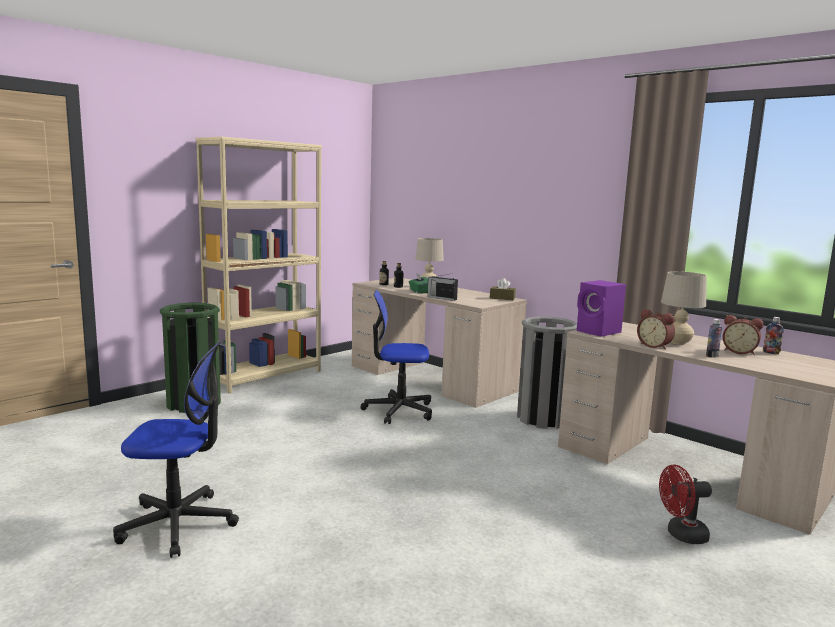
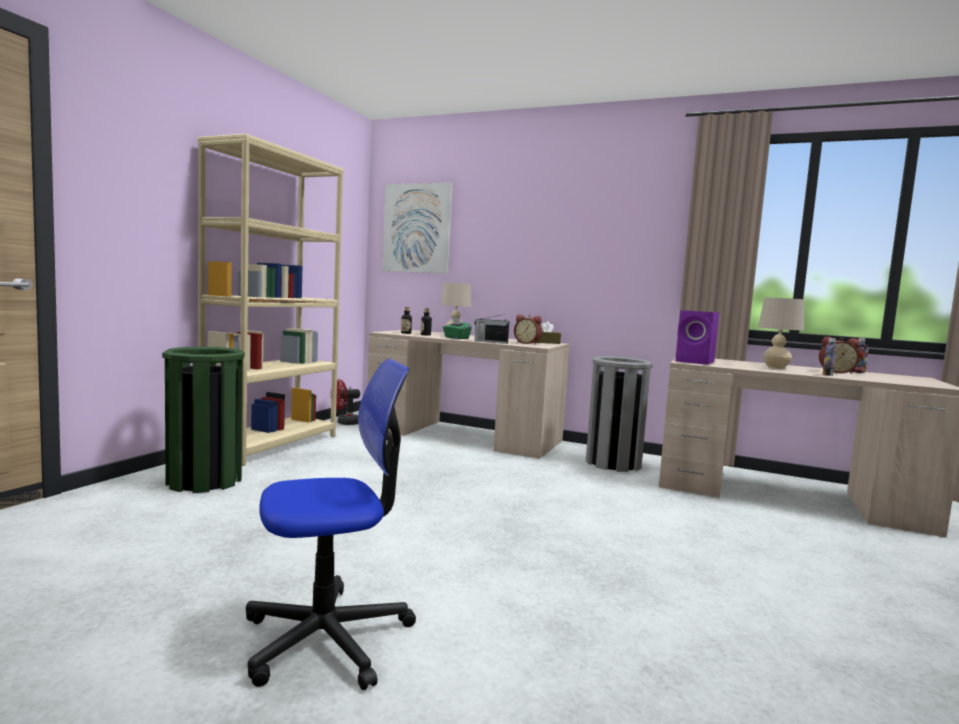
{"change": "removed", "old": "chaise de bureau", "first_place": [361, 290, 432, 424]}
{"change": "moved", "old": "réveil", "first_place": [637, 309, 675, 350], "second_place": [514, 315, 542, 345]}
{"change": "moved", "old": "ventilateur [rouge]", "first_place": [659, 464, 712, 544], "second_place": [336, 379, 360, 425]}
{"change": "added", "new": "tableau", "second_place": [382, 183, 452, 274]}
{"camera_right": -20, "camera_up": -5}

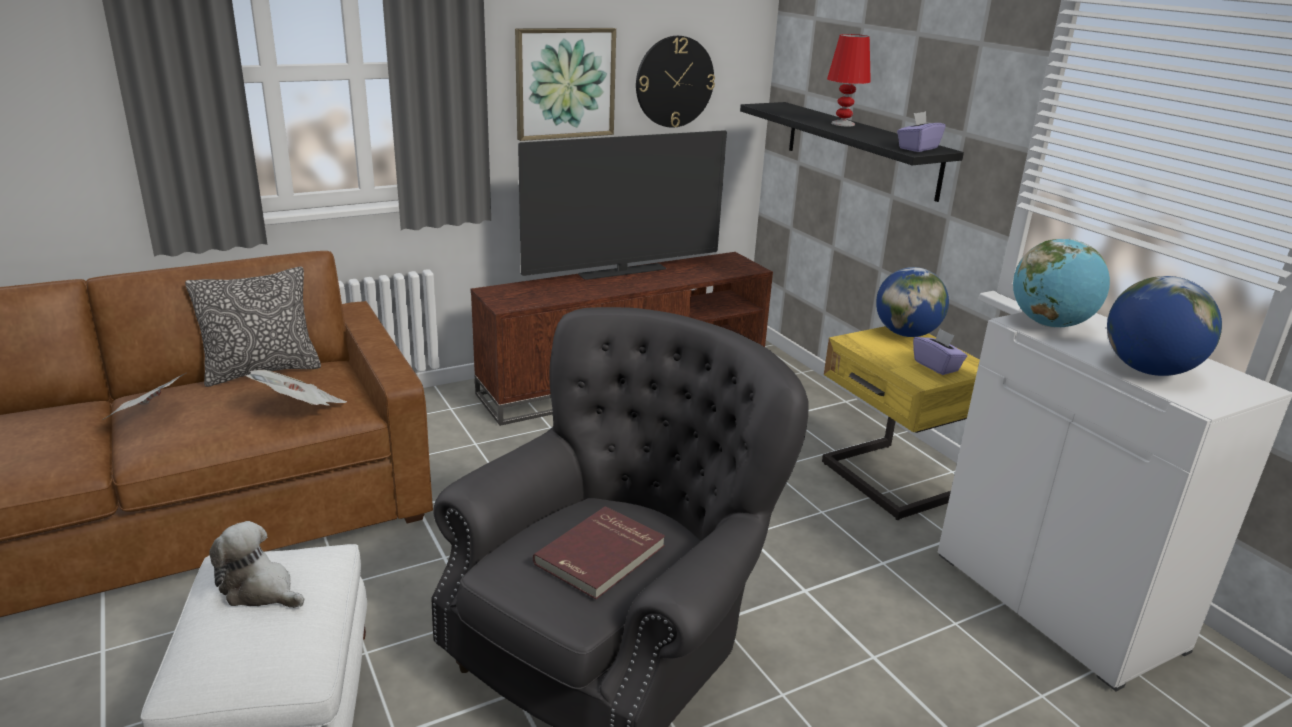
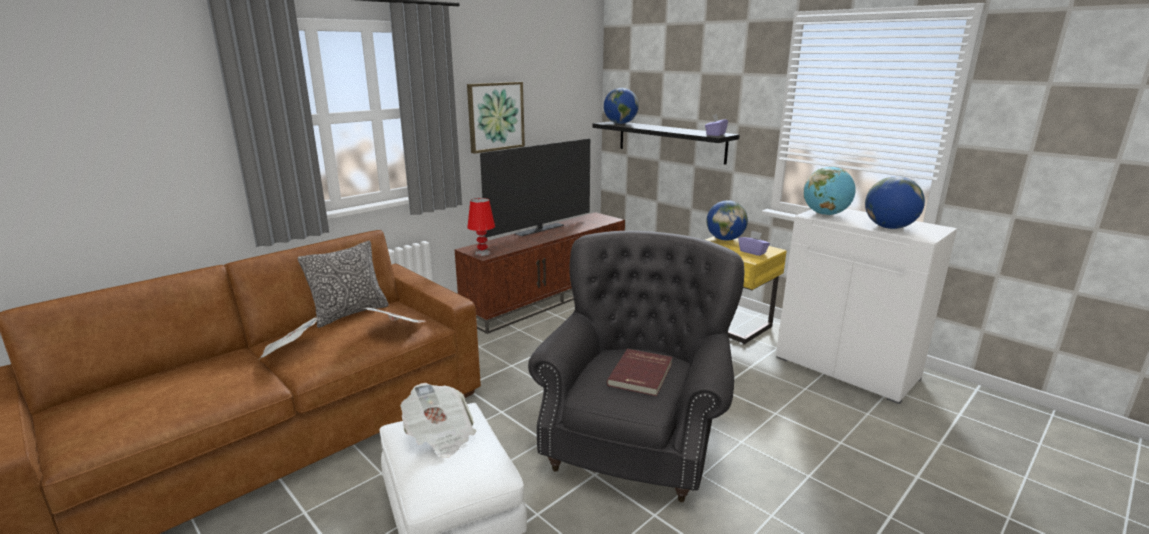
{"change": "replaced", "old": "peluche", "new": "journal", "first_place": [209, 521, 304, 608], "second_place": [400, 383, 476, 458]}
{"change": "removed", "old": "horloge murale", "first_place": [636, 36, 715, 128]}
{"change": "moved", "old": "lampe de table [rouge]", "first_place": [827, 34, 871, 127], "second_place": [467, 198, 495, 256]}
{"change": "added", "new": "globe", "second_place": [604, 88, 639, 124]}
{"camera_right": -15, "camera_up": -5}

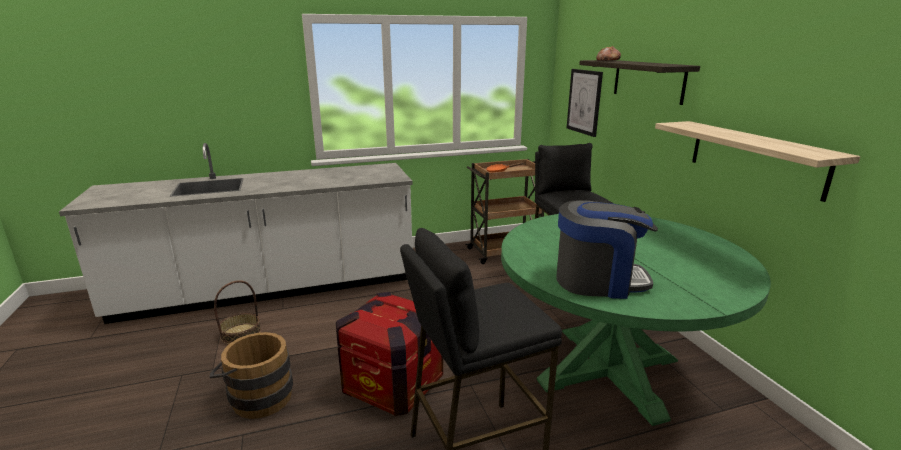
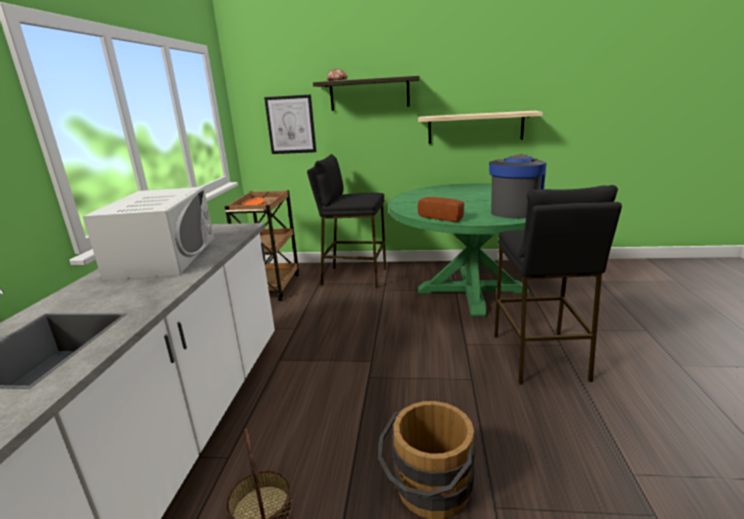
{"change": "removed", "old": "caisse", "first_place": [336, 292, 443, 416]}
{"change": "added", "new": "micro-ondes [blanc]", "second_place": [83, 187, 214, 280]}
{"change": "added", "new": "pain", "second_place": [418, 197, 464, 222]}
{"camera_right": -65, "camera_up": 0}

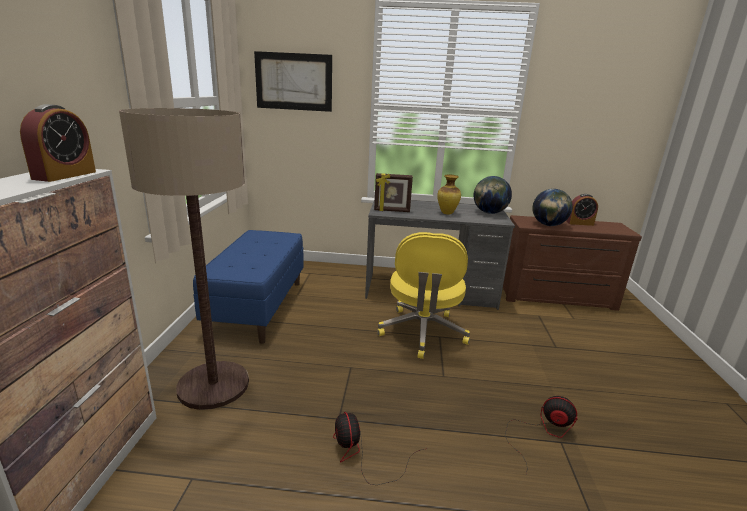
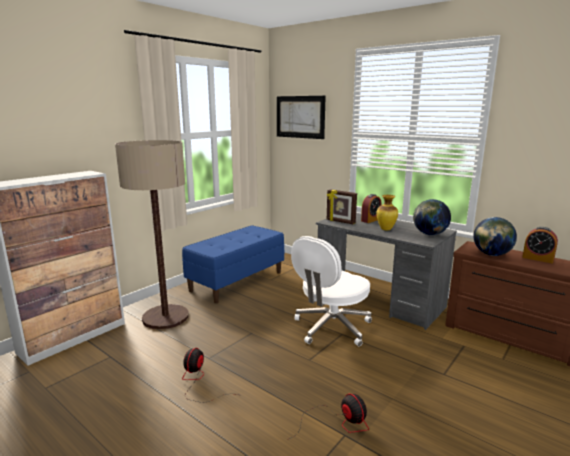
{"change": "moved", "old": "réveil", "first_place": [20, 104, 96, 182], "second_place": [361, 194, 382, 223]}
{"change": "recoloured", "old": "chaise de bureau [jaune]", "new": "chaise de bureau [blanc]", "first_place": [377, 232, 470, 359], "second_place": [291, 236, 372, 346]}
{"camera_right": 35, "camera_up": -5}

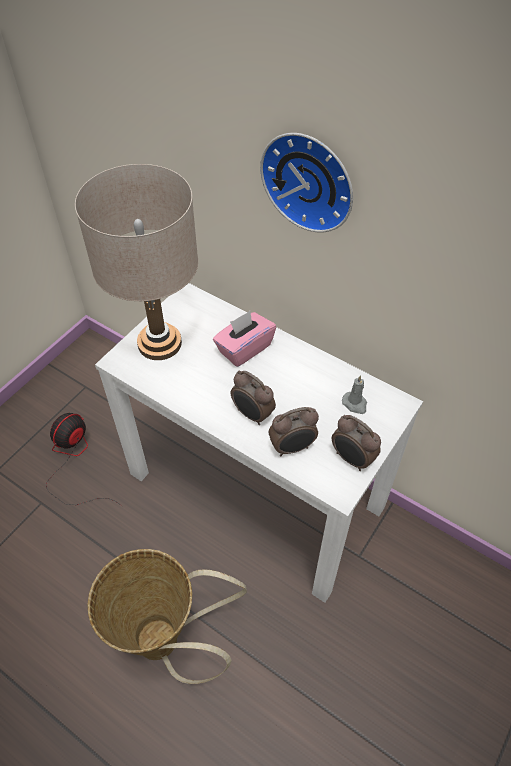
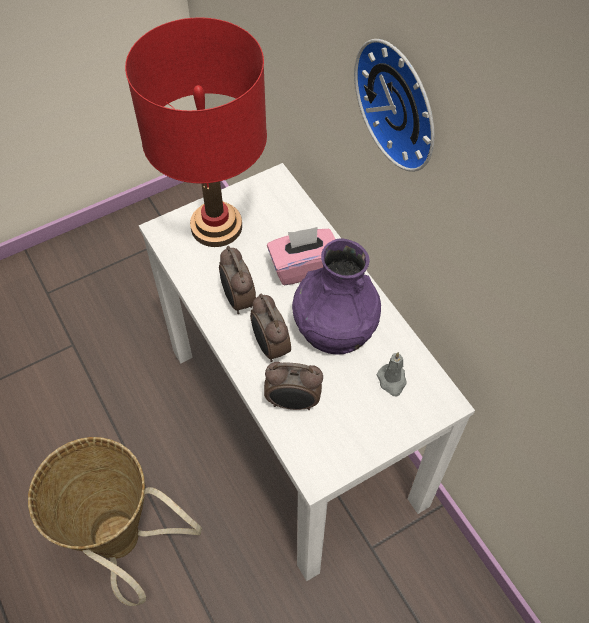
{"change": "removed", "old": "ventilateur", "first_place": [46, 413, 122, 506]}
{"change": "recoloured", "old": "lampe de table [beige]", "new": "lampe de table [rouge]", "first_place": [75, 164, 198, 360], "second_place": [125, 17, 267, 247]}
{"change": "moved", "old": "réveil", "first_place": [332, 415, 381, 471], "second_place": [219, 246, 256, 314]}
{"change": "added", "new": "vase [violet]", "second_place": [292, 238, 381, 355]}
{"camera_right": 25, "camera_up": 5}

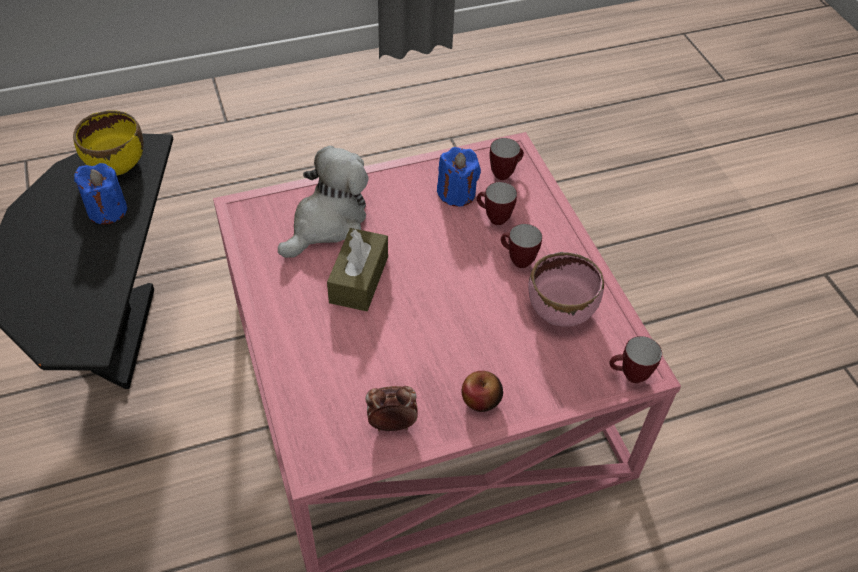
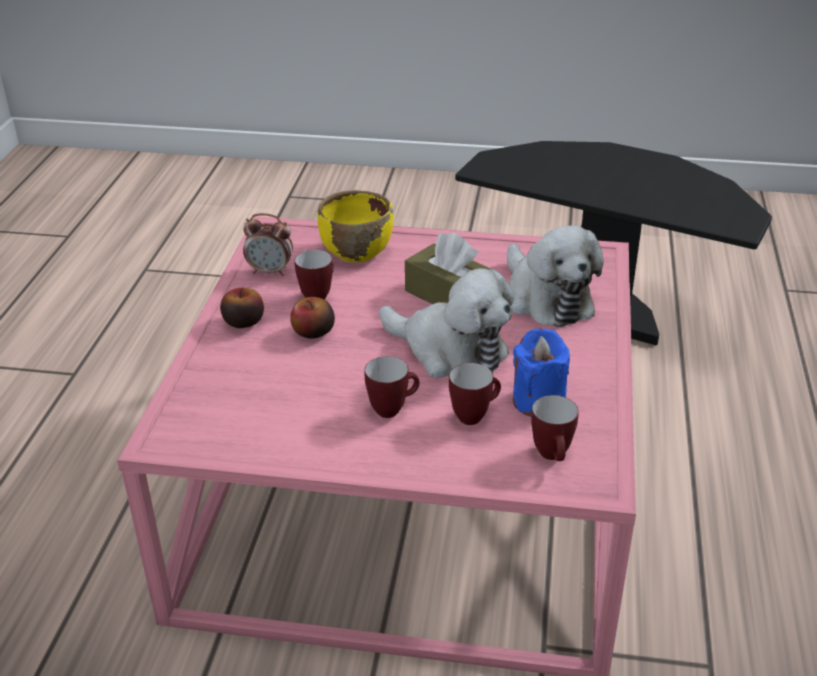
{"change": "moved", "old": "bol [jaune]", "first_place": [73, 111, 143, 176], "second_place": [318, 190, 393, 263]}
{"change": "removed", "old": "bougie [bleu]", "first_place": [74, 163, 127, 224]}
{"change": "turned", "old": "réveil", "first_place": [365, 386, 418, 431], "second_place": [243, 213, 293, 276], "degrees": 75}
{"change": "removed", "old": "bol [rose]", "first_place": [528, 252, 604, 327]}
{"change": "moved", "old": "mug", "first_place": [610, 336, 662, 383], "second_place": [295, 250, 334, 300]}
{"change": "added", "new": "pomme", "second_place": [290, 297, 335, 339]}
{"change": "added", "new": "peluche", "second_place": [379, 268, 514, 378]}
{"camera_right": 120, "camera_up": -15}

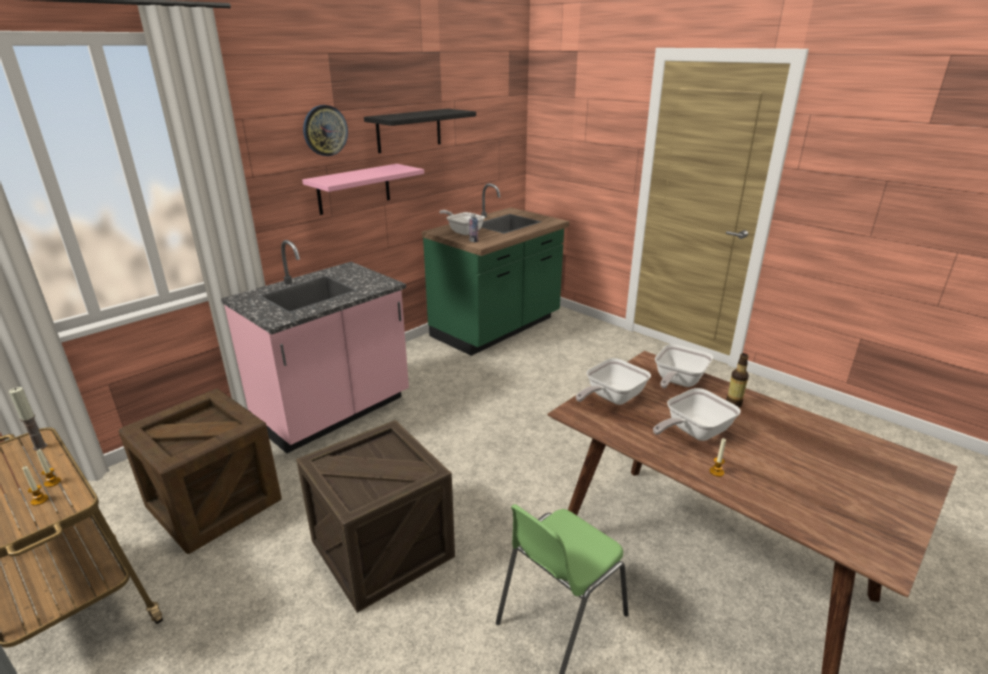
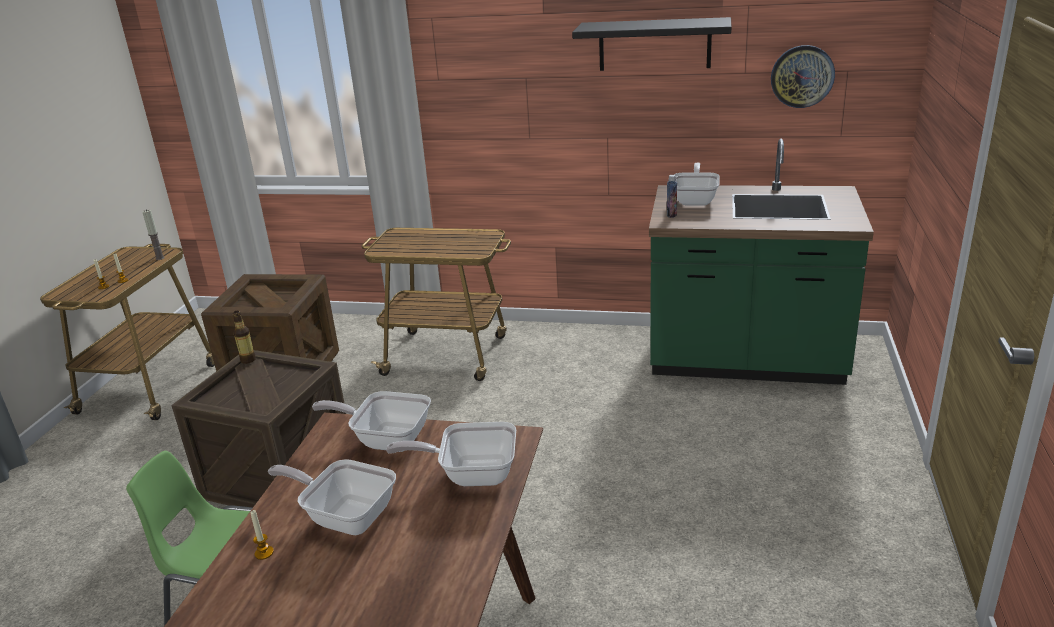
{"change": "replaced", "old": "comptoir de cuisine [rose]", "new": "chariot", "first_place": [221, 240, 409, 454], "second_place": [362, 228, 511, 381]}
{"change": "removed", "old": "étagère [rose]", "first_place": [302, 164, 424, 215]}
{"change": "moved", "old": "horloge murale", "first_place": [303, 105, 348, 156], "second_place": [771, 45, 835, 108]}
{"change": "moved", "old": "bouteille", "first_place": [726, 353, 749, 407], "second_place": [233, 311, 256, 364]}
{"camera_right": 60, "camera_up": 0}

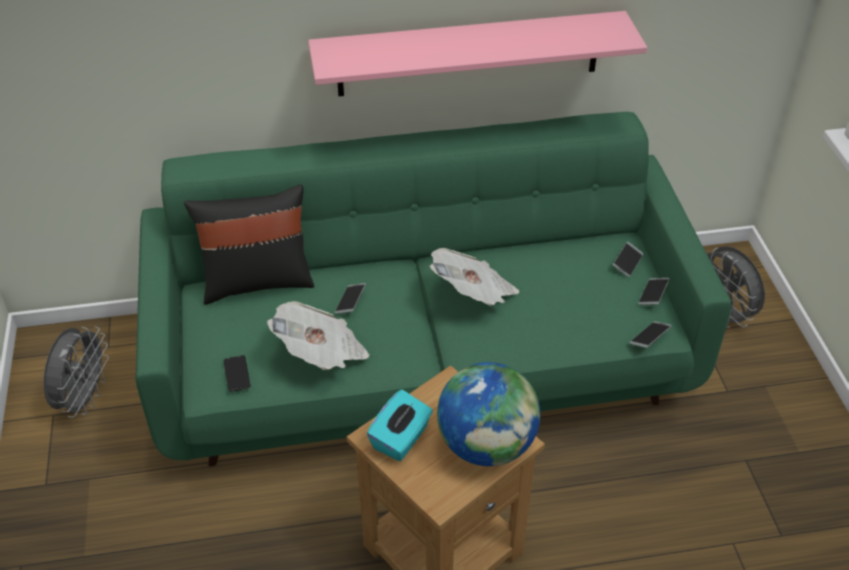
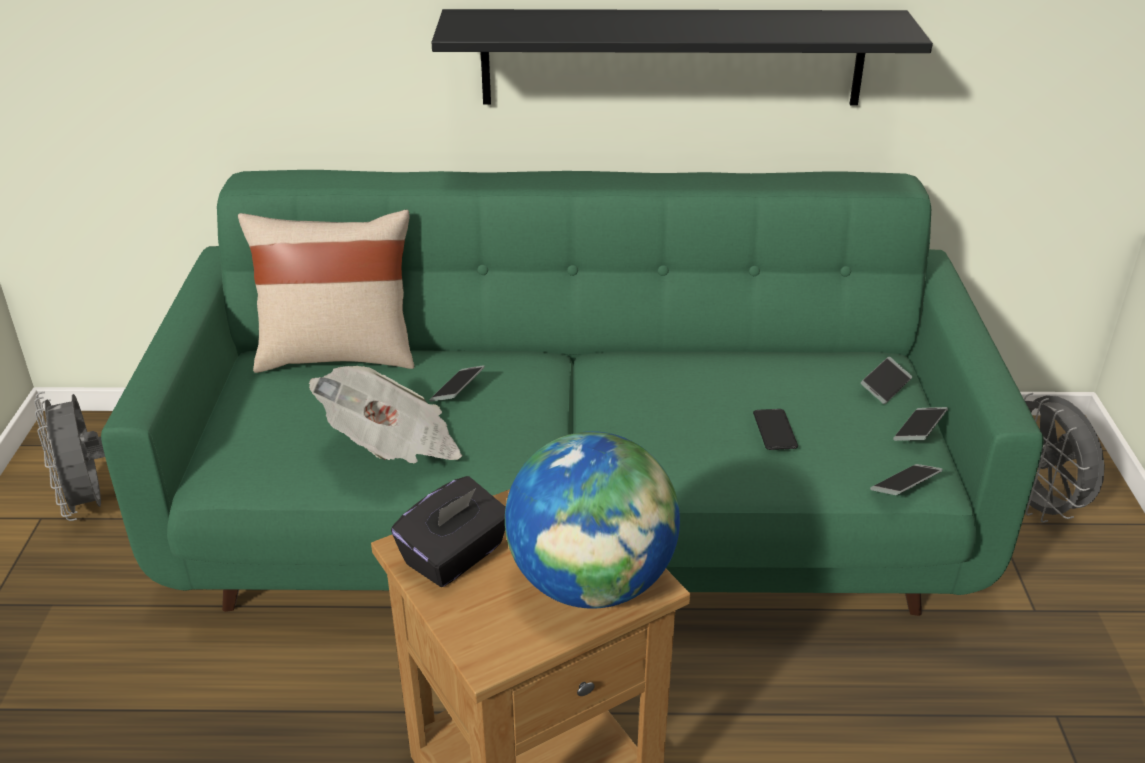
{"change": "turned", "old": "ventilateur [gris]", "first_place": [43, 327, 109, 418], "second_place": [34, 391, 105, 521], "degrees": 135}
{"change": "recoloured", "old": "coussin [noir]", "new": "coussin [beige]", "first_place": [184, 184, 314, 305], "second_place": [238, 210, 414, 373]}
{"change": "moved", "old": "téléphone", "first_place": [224, 355, 251, 392], "second_place": [753, 409, 798, 450]}
{"change": "recoloured", "old": "étagère [rose]", "new": "étagère [noir]", "first_place": [308, 11, 647, 96], "second_place": [431, 9, 933, 106]}
{"change": "recoloured", "old": "boîte à mouchoirs [turquoise]", "new": "boîte à mouchoirs [noir]", "first_place": [367, 390, 433, 461], "second_place": [391, 476, 506, 587]}
{"change": "removed", "old": "journal", "first_place": [429, 248, 519, 306]}
{"camera_right": 10, "camera_up": -10}

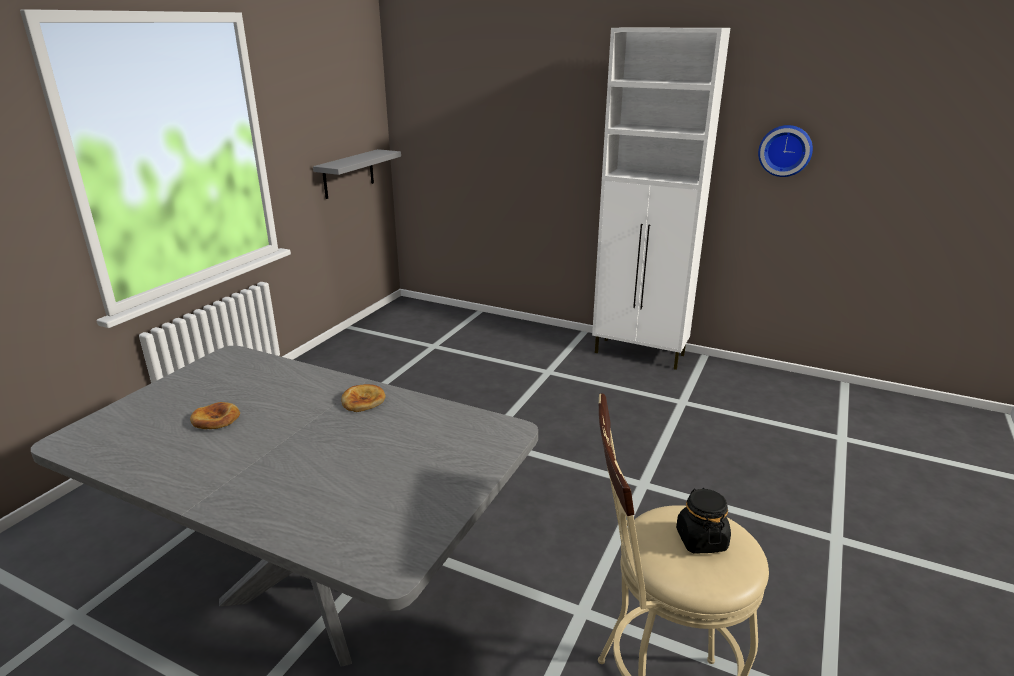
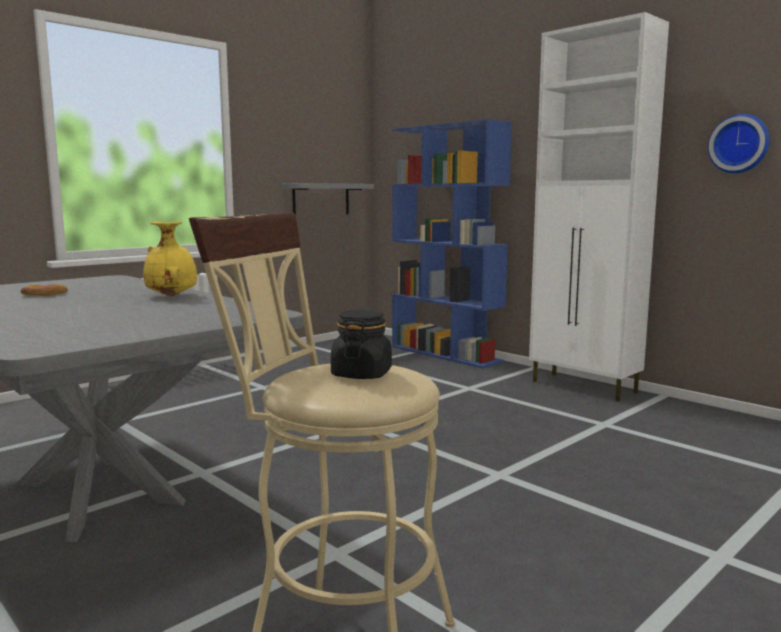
{"change": "replaced", "old": "pain", "new": "vase [jaune]", "first_place": [341, 384, 386, 412], "second_place": [143, 221, 197, 296]}
{"change": "added", "new": "bibliothèque [bleu]", "second_place": [392, 119, 512, 369]}
{"camera_right": 20, "camera_up": -15}

